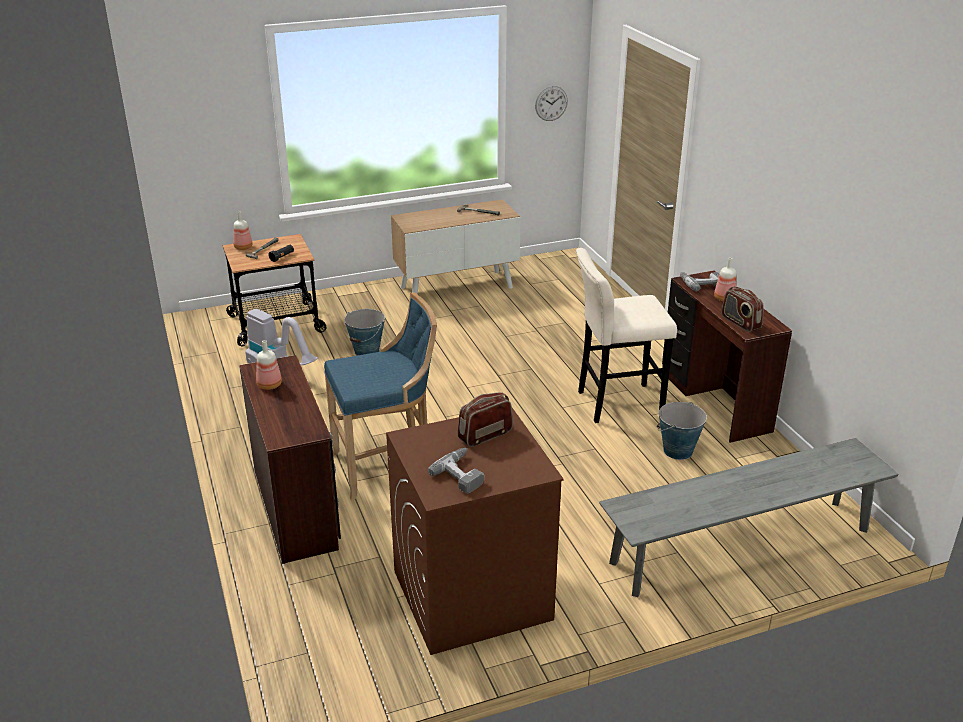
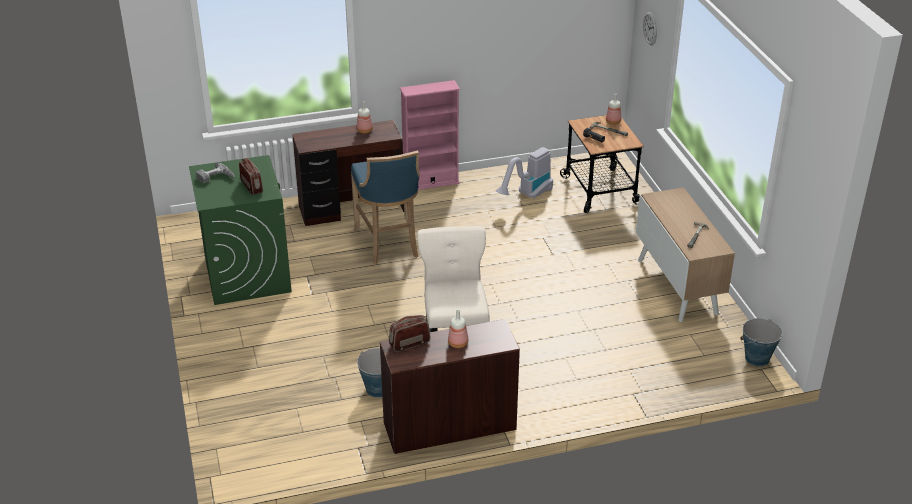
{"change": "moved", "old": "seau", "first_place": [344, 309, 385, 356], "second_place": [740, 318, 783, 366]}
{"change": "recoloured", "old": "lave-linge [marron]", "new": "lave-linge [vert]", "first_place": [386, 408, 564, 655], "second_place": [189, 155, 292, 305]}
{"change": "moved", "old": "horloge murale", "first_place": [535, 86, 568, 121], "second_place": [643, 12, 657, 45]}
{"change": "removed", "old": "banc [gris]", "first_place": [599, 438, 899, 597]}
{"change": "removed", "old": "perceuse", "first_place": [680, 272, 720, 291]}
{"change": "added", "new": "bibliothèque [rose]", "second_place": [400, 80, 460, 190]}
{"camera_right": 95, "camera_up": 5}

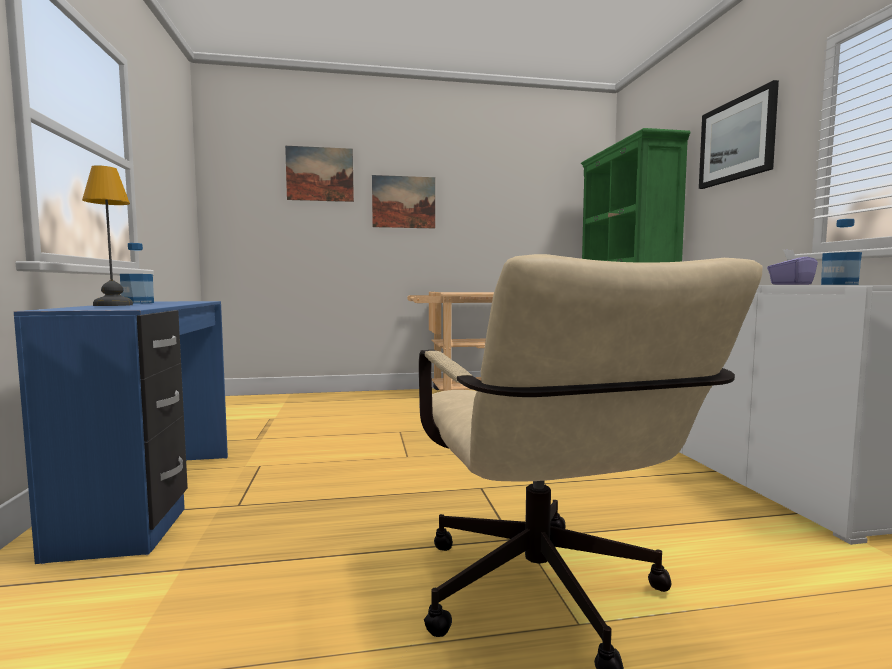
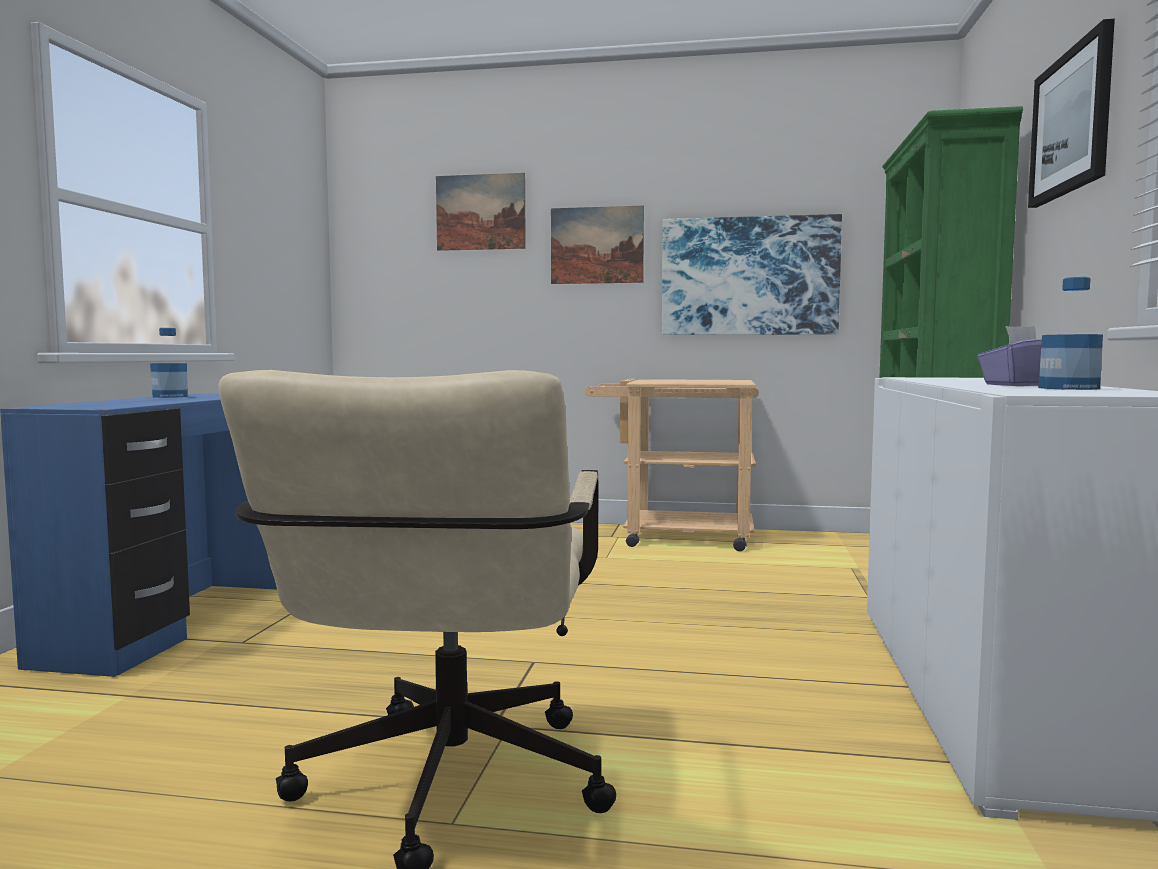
{"change": "removed", "old": "lampe de table", "first_place": [82, 165, 133, 306]}
{"change": "added", "new": "tableau", "second_place": [662, 214, 842, 335]}
{"camera_right": 20, "camera_up": 0}

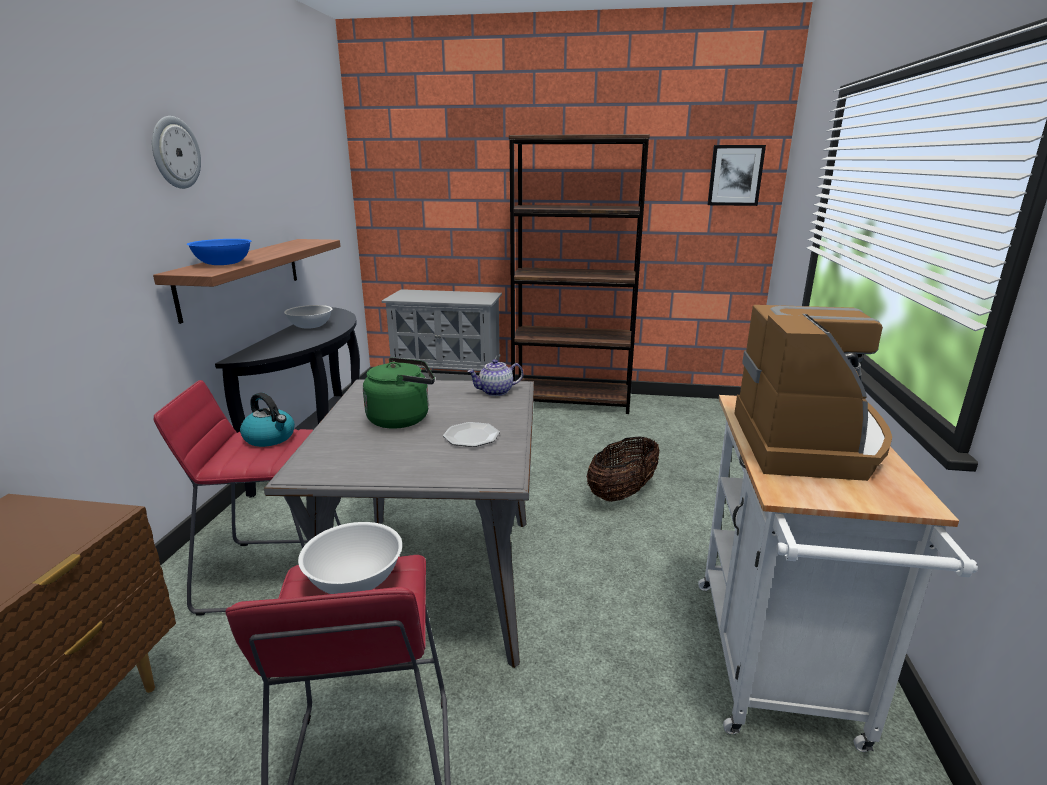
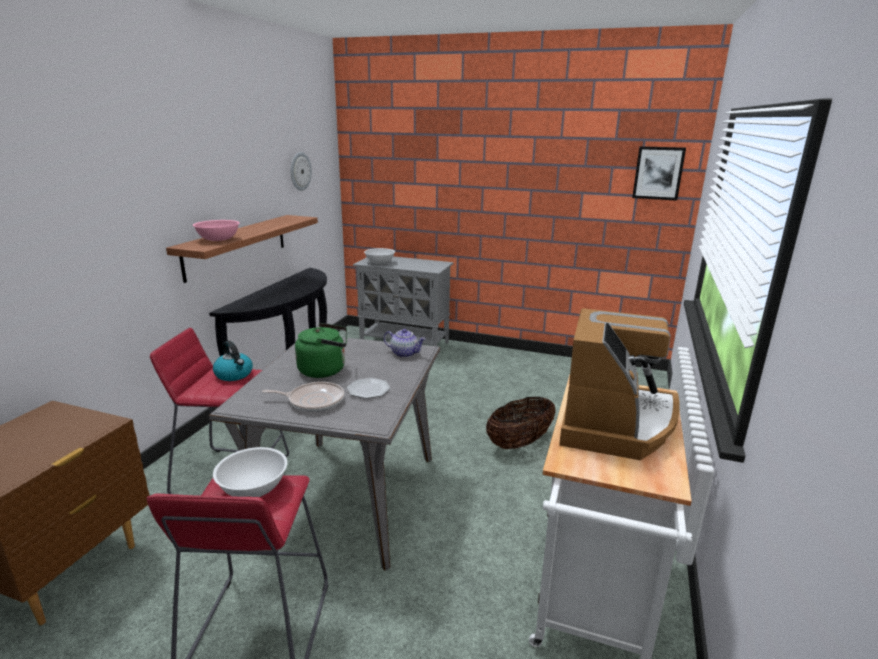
{"change": "moved", "old": "horloge murale", "first_place": [152, 116, 201, 189], "second_place": [291, 152, 312, 191]}
{"change": "recoloured", "old": "bol [bleu]", "new": "bol [rose]", "first_place": [187, 239, 251, 265], "second_place": [193, 220, 240, 241]}
{"change": "moved", "old": "bol [blanc]", "first_place": [284, 305, 332, 329], "second_place": [364, 248, 395, 264]}
{"change": "turned", "old": "théière", "first_place": [467, 359, 523, 396], "second_place": [384, 329, 425, 358], "degrees": -150}
{"change": "removed", "old": "bibliothèque [marron]", "first_place": [509, 134, 650, 414]}
{"change": "added", "new": "poêle", "second_place": [262, 382, 344, 412]}
{"camera_right": 10, "camera_up": 0}

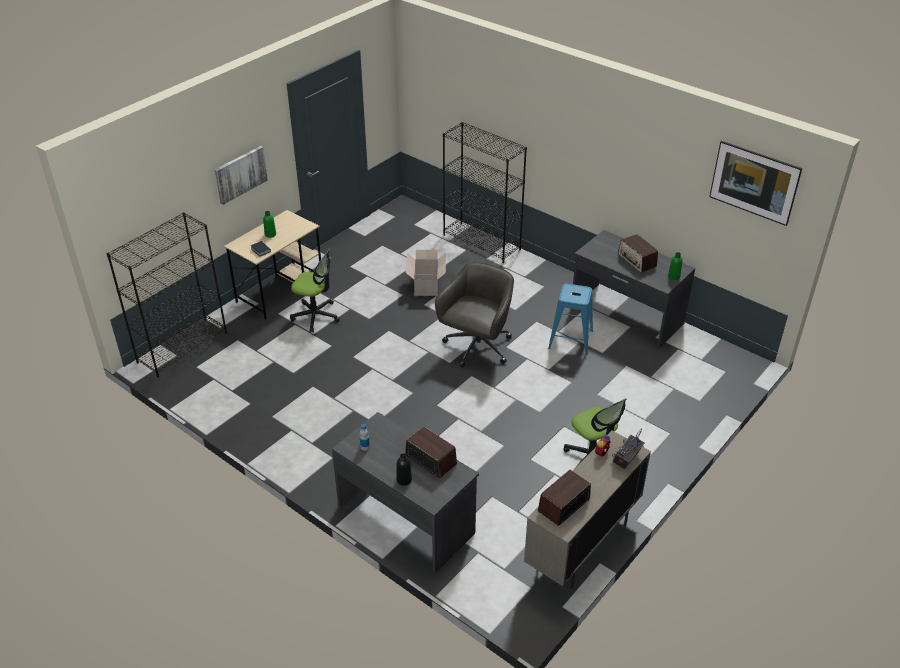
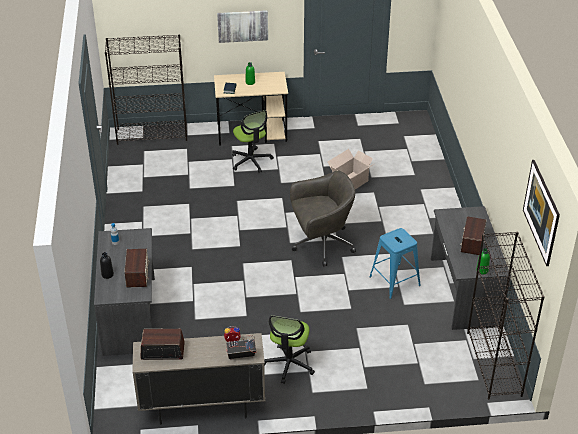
{"change": "moved", "old": "bibliothèque [noir]", "first_place": [443, 122, 527, 263], "second_place": [467, 232, 545, 400]}
{"camera_right": 45, "camera_up": 0}

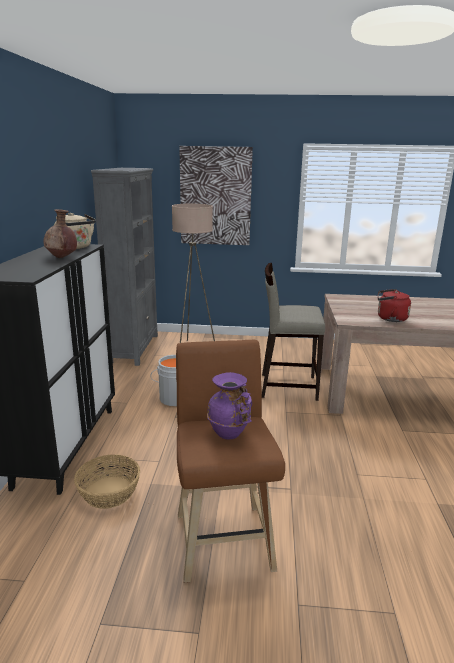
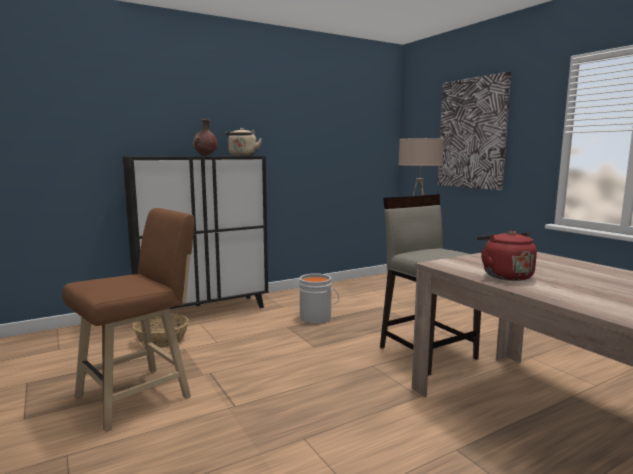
{"change": "removed", "old": "bibliothèque [gris]", "first_place": [91, 168, 158, 366]}
{"change": "removed", "old": "vase [violet]", "first_place": [207, 372, 252, 440]}
{"camera_right": 55, "camera_up": -10}

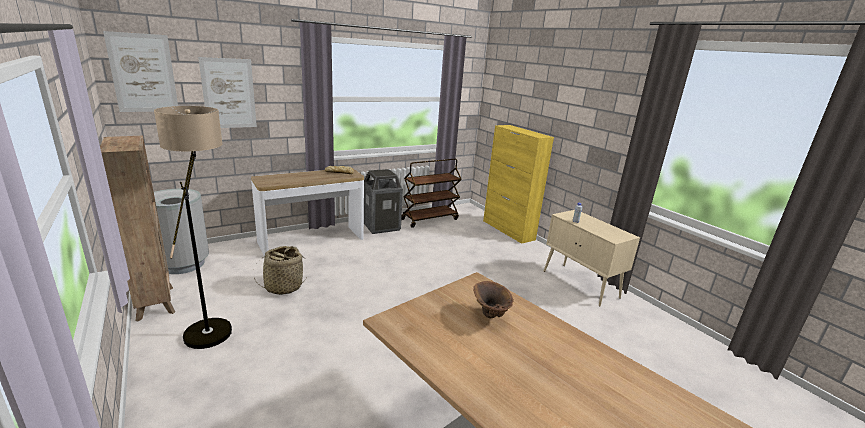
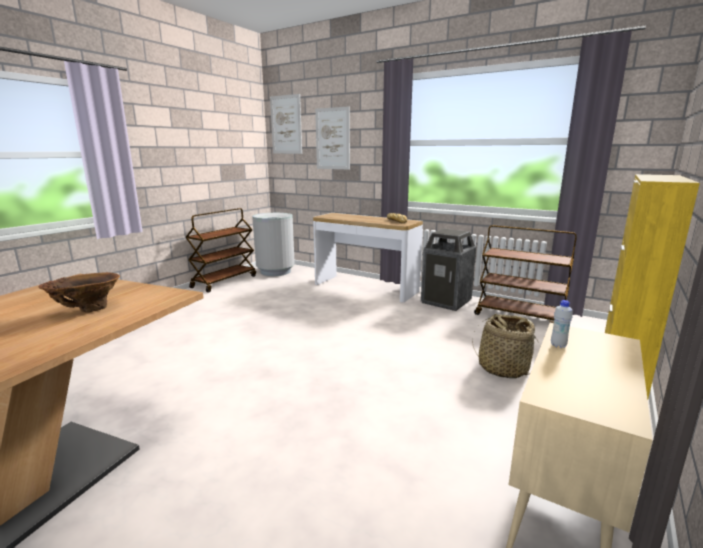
{"change": "replaced", "old": "bibliothèque [marron]", "new": "chariot [marron]", "first_place": [100, 136, 175, 322], "second_place": [185, 208, 256, 293]}
{"change": "removed", "old": "lampadaire", "first_place": [154, 106, 232, 349]}
{"change": "moved", "old": "panier", "first_place": [254, 246, 308, 295], "second_place": [472, 314, 538, 379]}
{"camera_right": 65, "camera_up": -5}

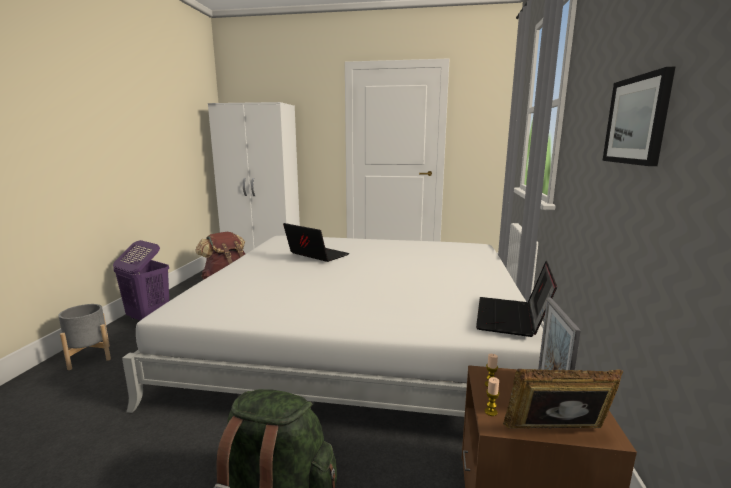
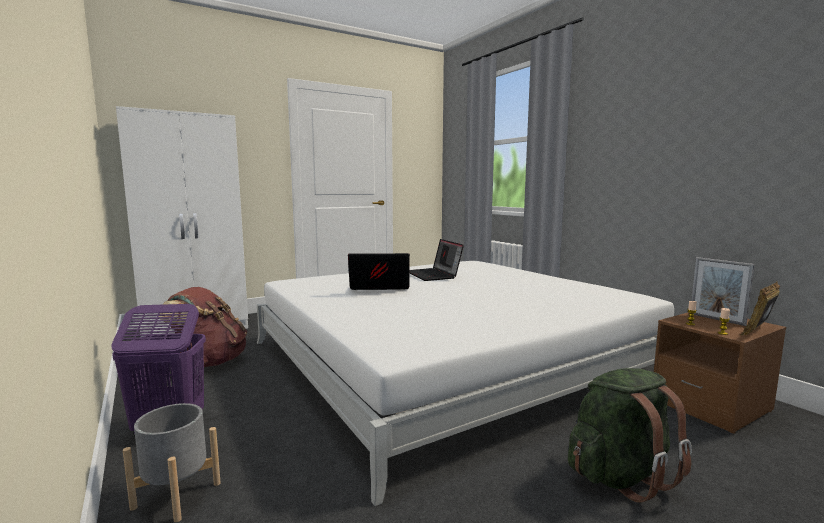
{"change": "moved", "old": "ordinateur portable", "first_place": [476, 261, 557, 337], "second_place": [409, 239, 464, 281]}
{"change": "removed", "old": "tableau", "first_place": [602, 67, 675, 166]}
{"camera_right": -40, "camera_up": -5}

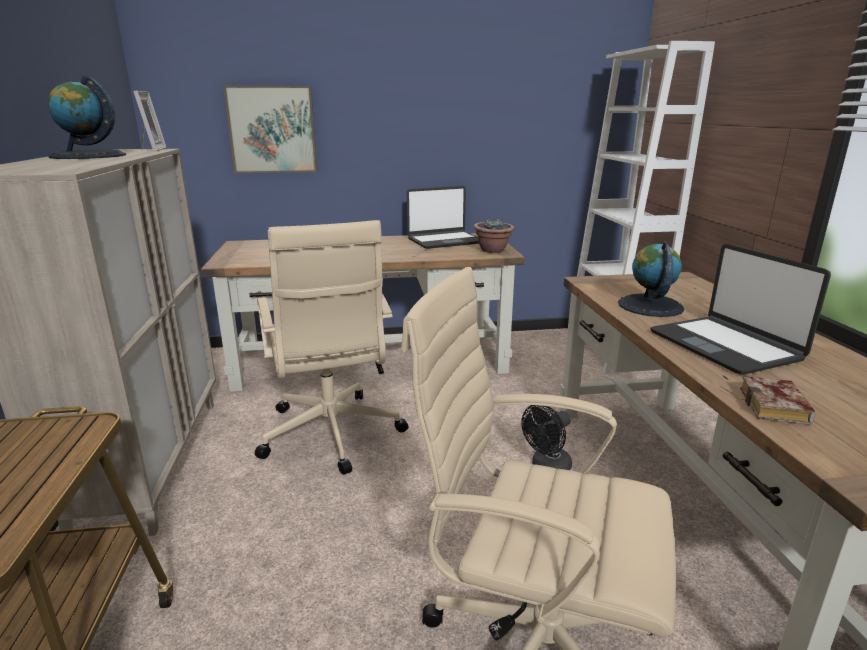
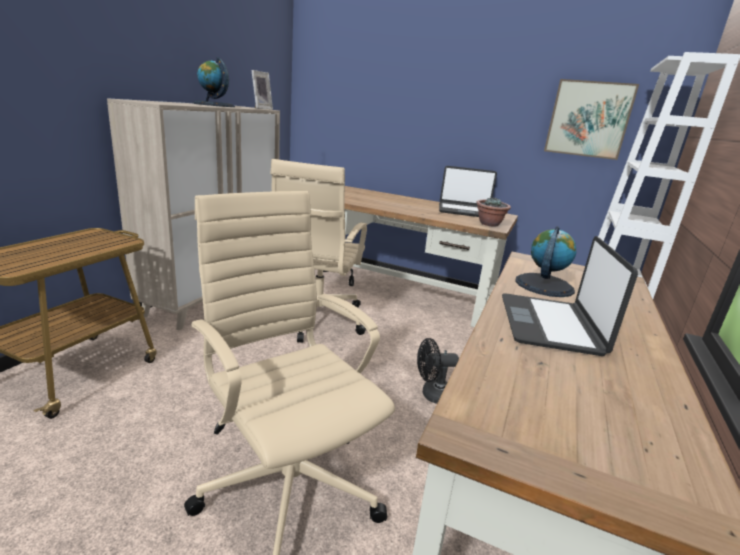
{"change": "moved", "old": "tableau", "first_place": [223, 85, 317, 173], "second_place": [544, 79, 639, 160]}
{"change": "removed", "old": "livre", "first_place": [740, 376, 815, 425]}
{"camera_right": 30, "camera_up": 0}

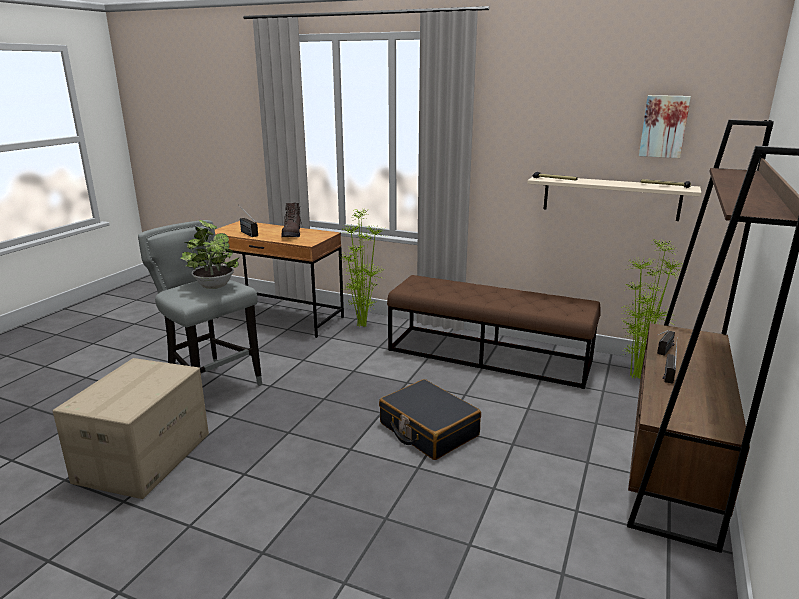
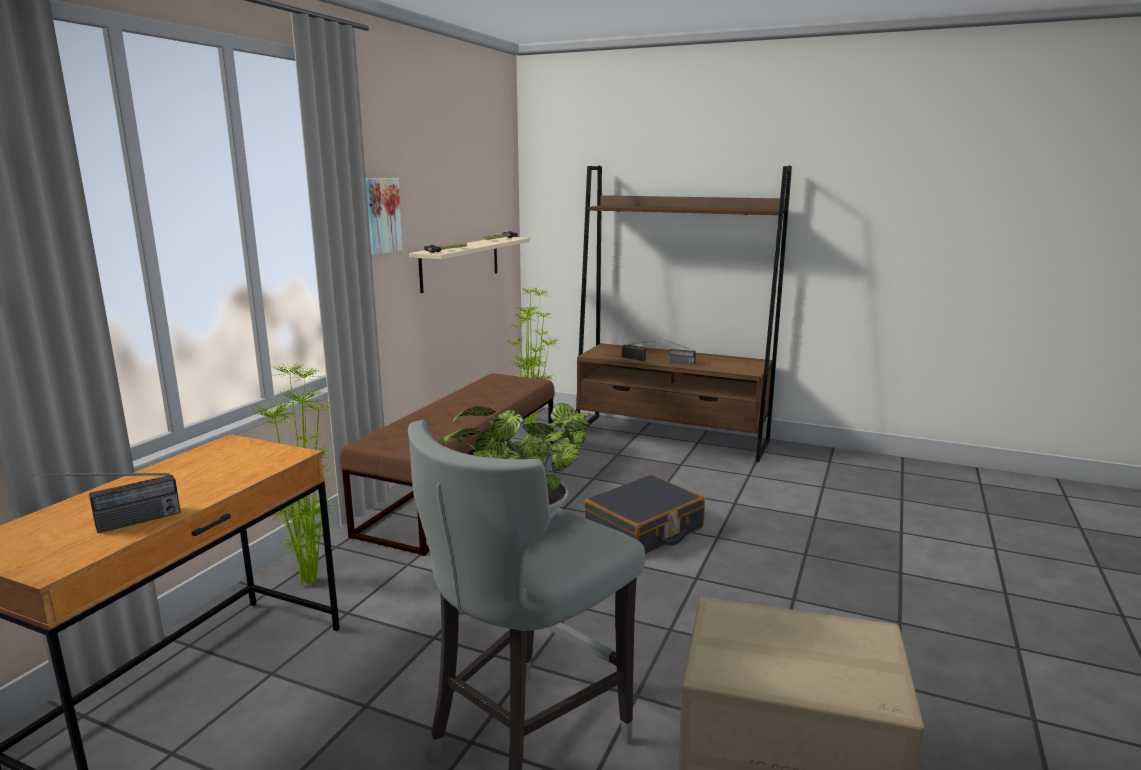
{"change": "removed", "old": "botte [marron]", "first_place": [282, 202, 303, 237]}
{"change": "moved", "old": "tableau", "first_place": [639, 95, 691, 158], "second_place": [366, 178, 403, 255]}
{"camera_right": -90, "camera_up": -5}

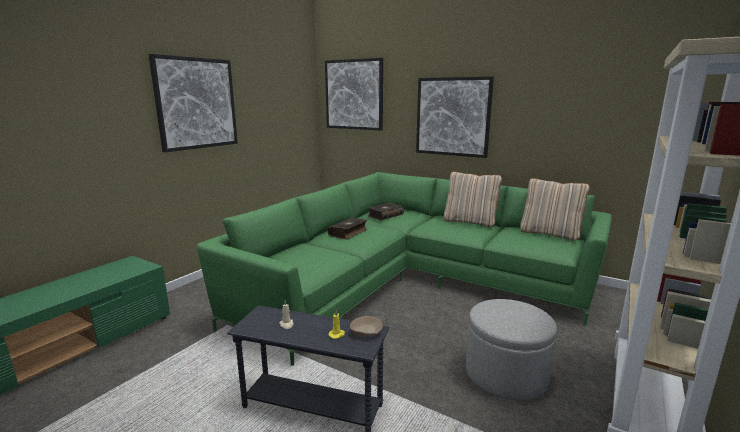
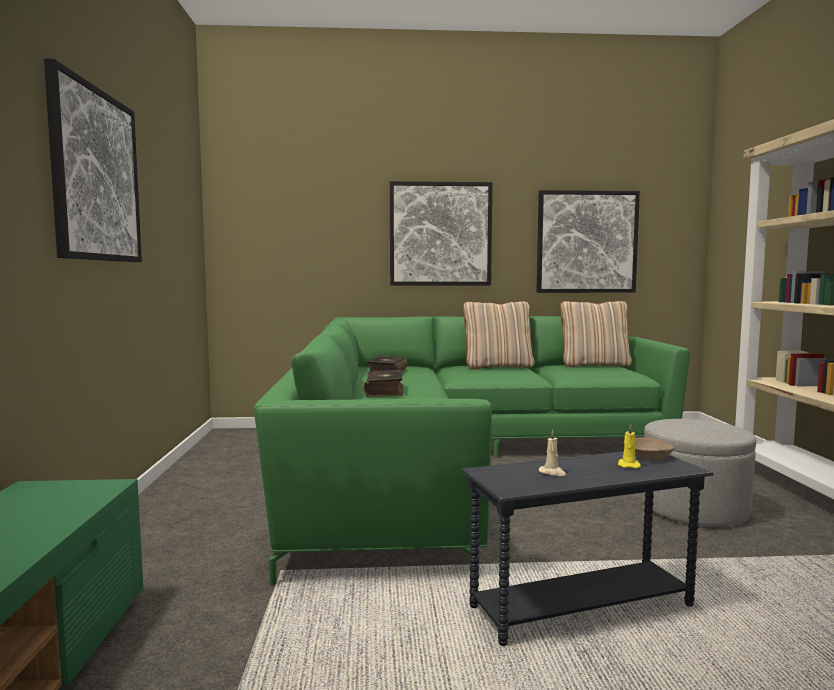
{"change": "moved", "old": "tableau", "first_place": [325, 58, 383, 130], "second_place": [536, 190, 640, 293]}
{"camera_right": -35, "camera_up": -10}

